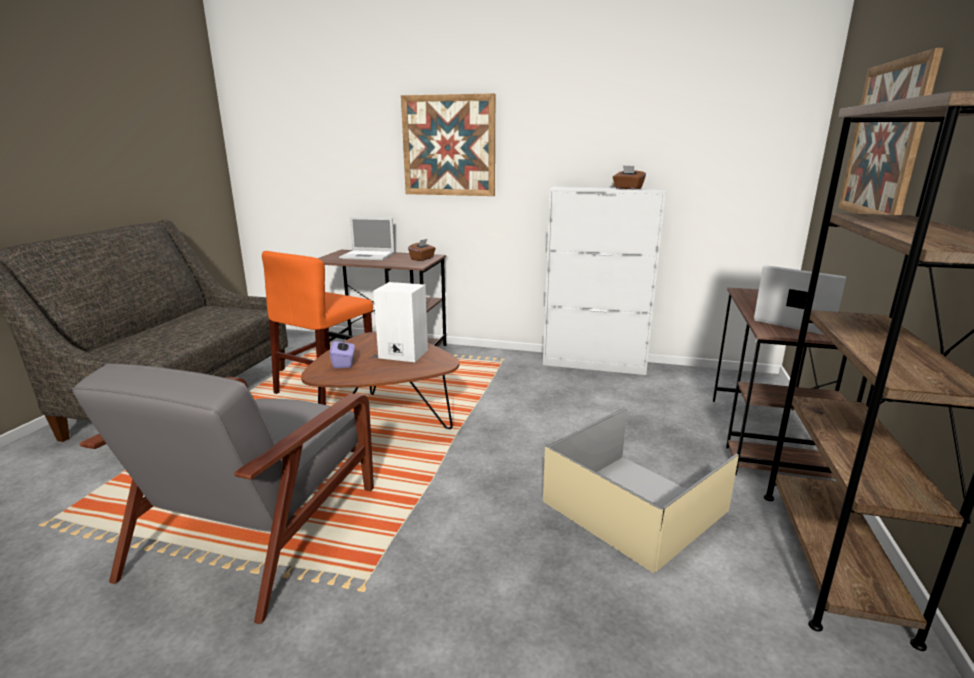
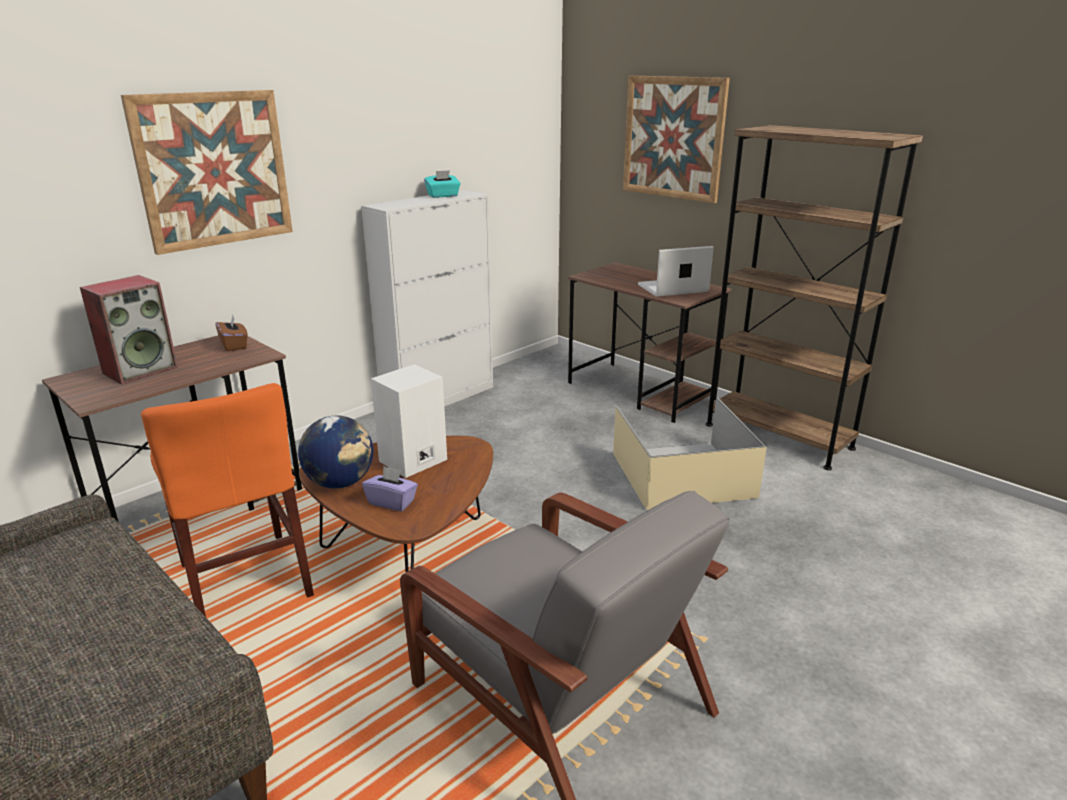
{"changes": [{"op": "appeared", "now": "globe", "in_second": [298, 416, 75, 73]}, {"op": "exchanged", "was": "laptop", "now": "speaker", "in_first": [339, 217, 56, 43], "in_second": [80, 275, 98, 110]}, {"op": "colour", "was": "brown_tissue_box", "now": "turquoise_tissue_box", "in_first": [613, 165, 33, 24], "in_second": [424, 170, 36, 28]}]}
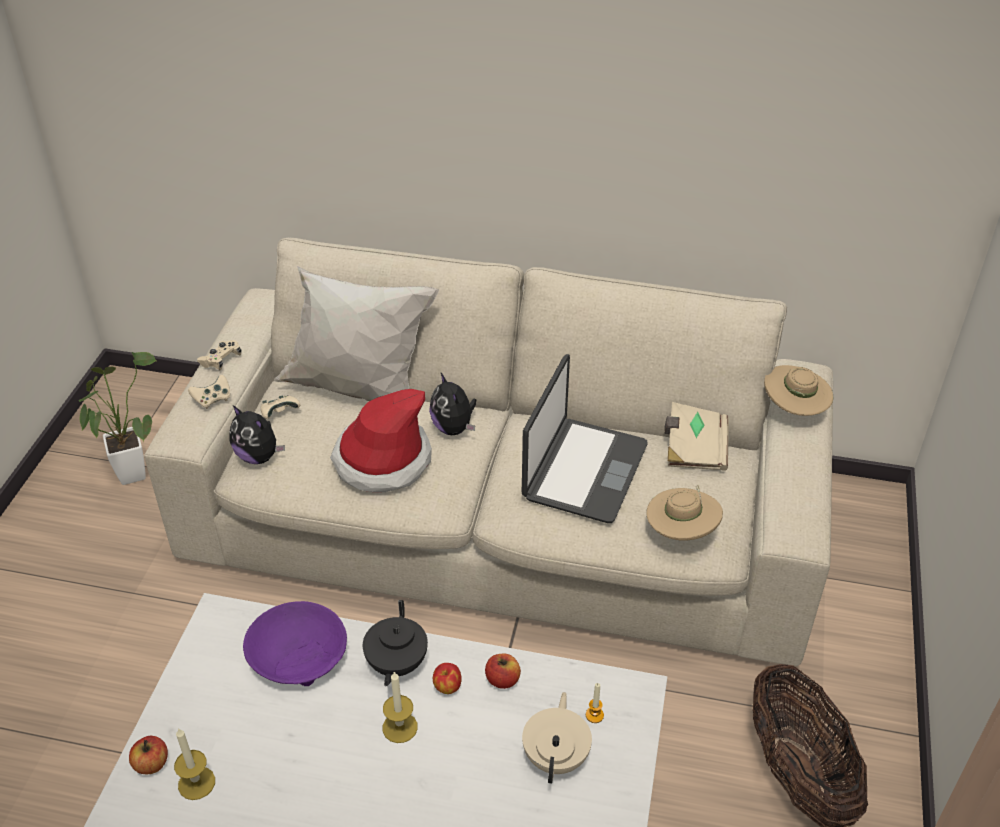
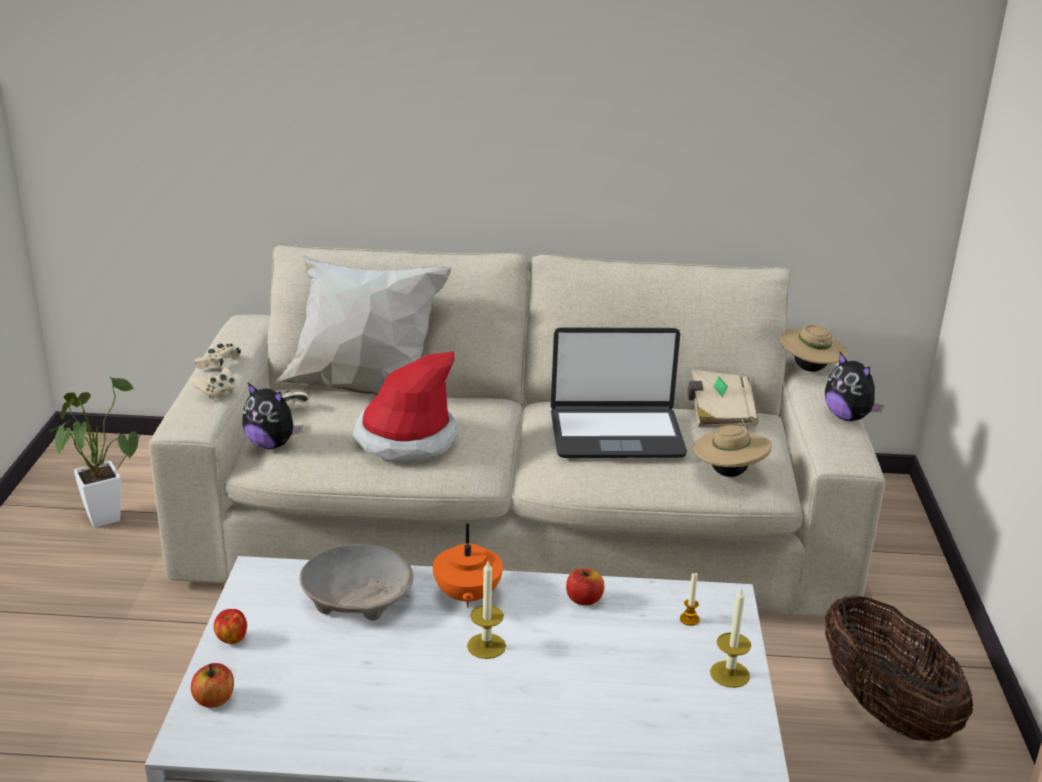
{"changes": [{"op": "missing", "was": "beige_teapot", "in_first": [522, 692, 70, 92]}, {"op": "relocated", "was": "candle", "in_first": [174, 728, 41, 72], "in_second": [710, 587, 41, 101]}, {"op": "relocated", "was": "plush_toy", "in_first": [429, 373, 47, 62], "in_second": [825, 352, 59, 69]}, {"op": "relocated", "was": "apple", "in_first": [433, 663, 29, 31], "in_second": [213, 609, 34, 35]}, {"op": "colour", "was": "purple_bowl", "now": "beige_bowl", "in_first": [243, 601, 104, 85], "in_second": [299, 544, 115, 77]}, {"op": "colour", "was": "black_teapot", "now": "orange_teapot", "in_first": [363, 600, 65, 86], "in_second": [433, 524, 70, 83]}, {"op": "spun", "was": "laptop", "in_first": [521, 354, 127, 169], "in_second": [551, 327, 136, 131], "clockwise": 75}]}
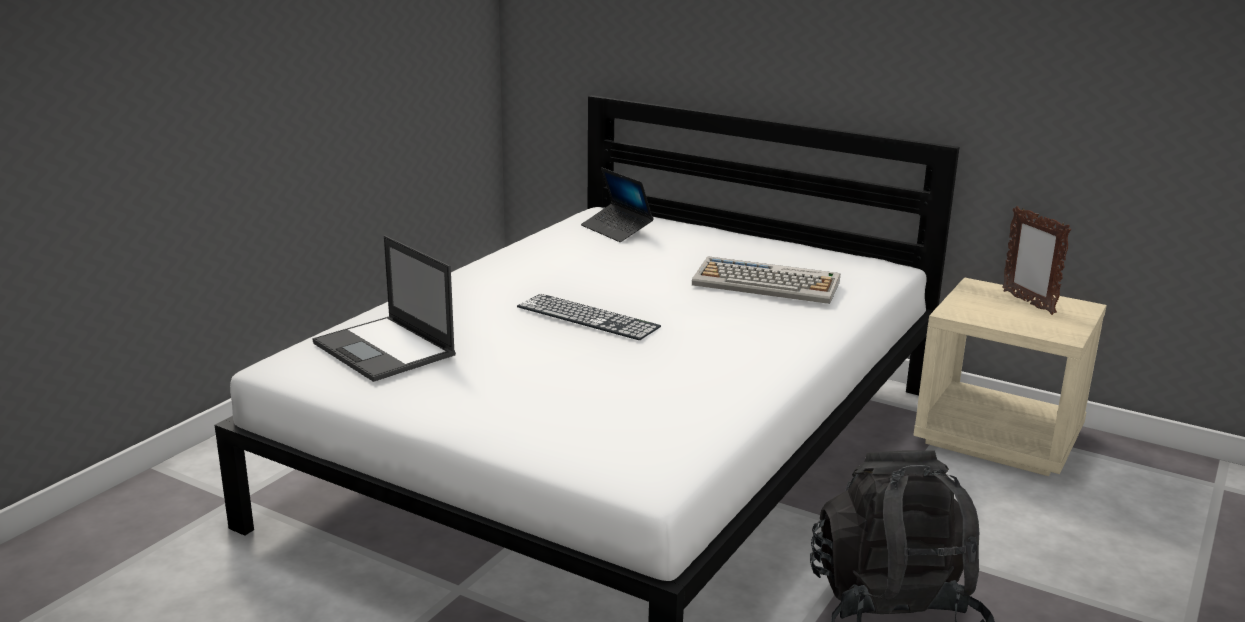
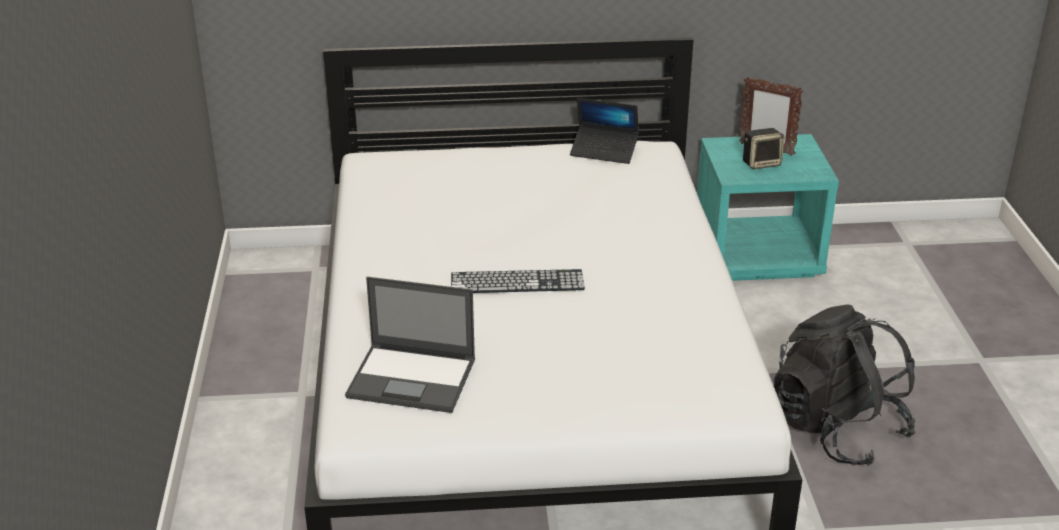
{"changes": [{"op": "missing", "was": "keyboard", "in_first": [692, 256, 148, 48]}, {"op": "appeared", "now": "speaker", "in_second": [743, 128, 41, 41]}, {"op": "relocated", "was": "laptop", "in_first": [581, 168, 73, 74], "in_second": [570, 98, 69, 66]}, {"op": "colour", "was": "beige_nightstand", "now": "turquoise_nightstand", "in_first": [913, 277, 194, 199], "in_second": [697, 134, 142, 147]}]}
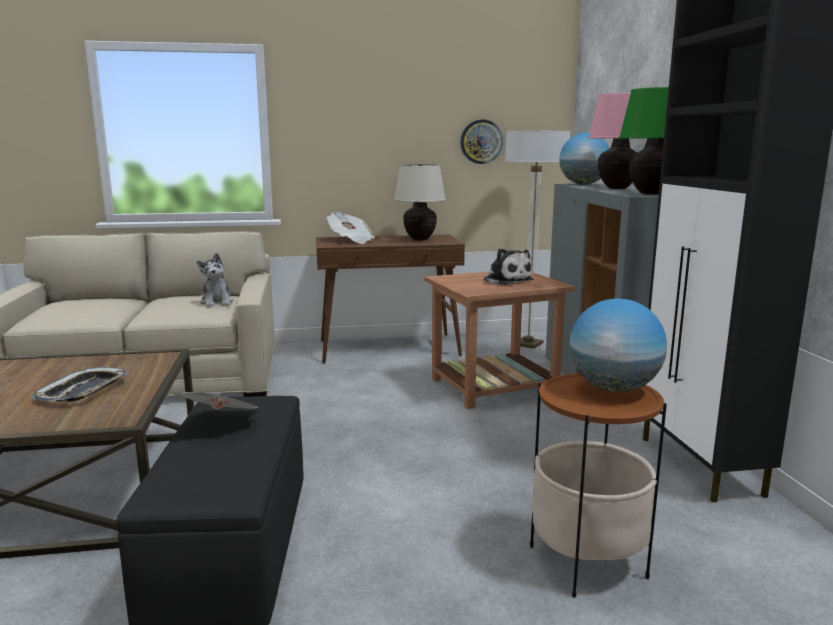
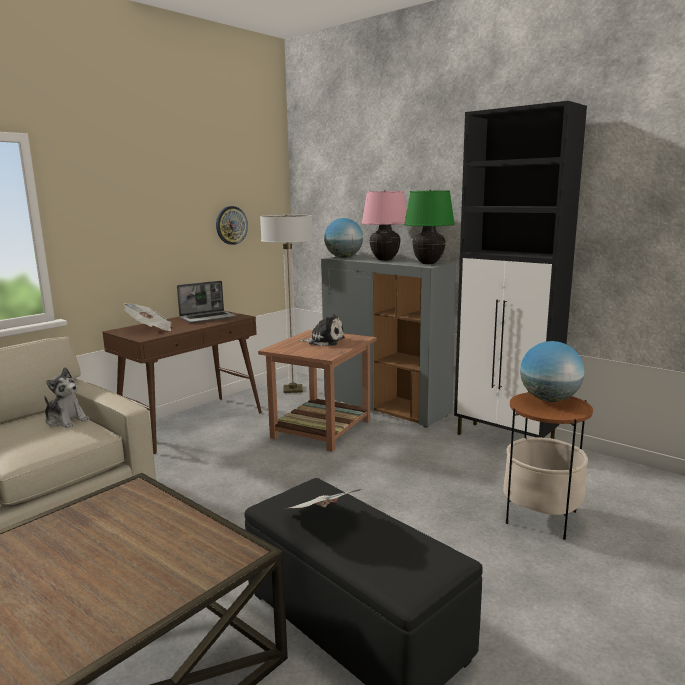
{"changes": [{"op": "missing", "was": "tray", "in_first": [32, 367, 95, 35]}, {"op": "exchanged", "was": "beige_table_lamp", "now": "laptop", "in_first": [394, 164, 52, 77], "in_second": [177, 281, 59, 42]}]}
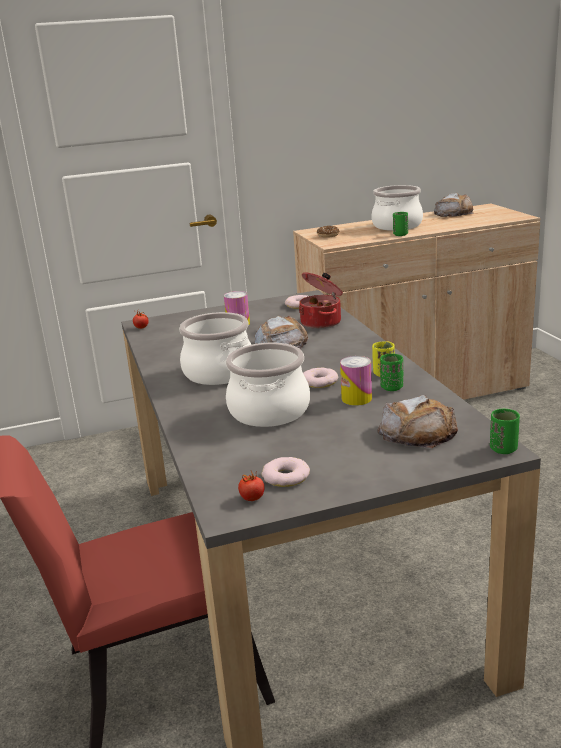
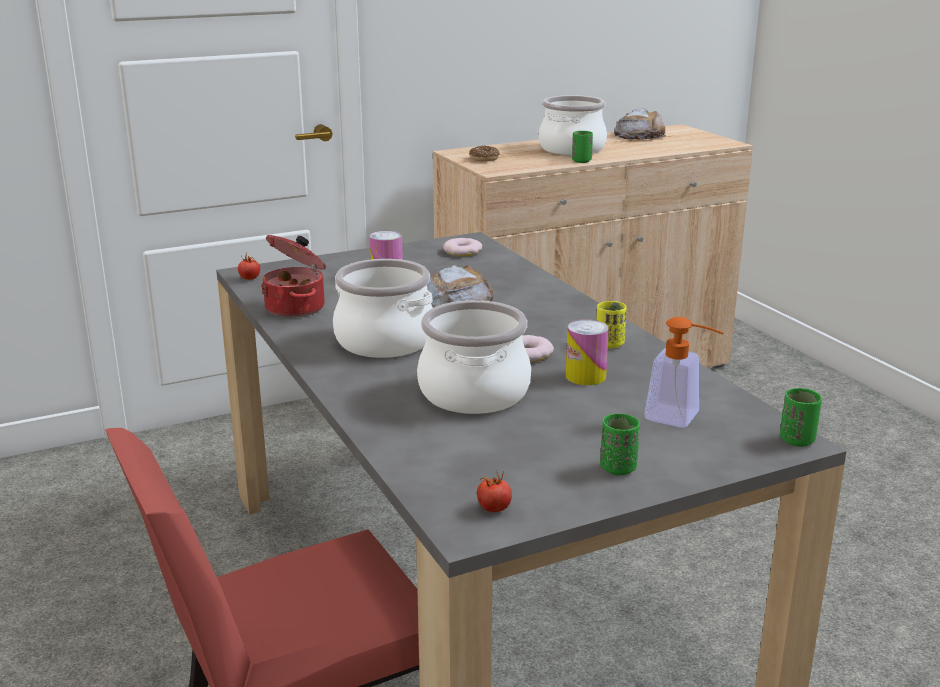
{"changes": [{"op": "missing", "was": "donut", "in_first": [262, 457, 48, 30]}, {"op": "relocated", "was": "cooking_pot", "in_first": [299, 272, 44, 57], "in_second": [261, 235, 65, 83]}, {"op": "relocated", "was": "green_cup", "in_first": [380, 354, 23, 37], "in_second": [600, 413, 40, 62]}, {"op": "exchanged", "was": "bread", "now": "soap_dispenser", "in_first": [378, 395, 80, 53], "in_second": [645, 317, 79, 111]}]}
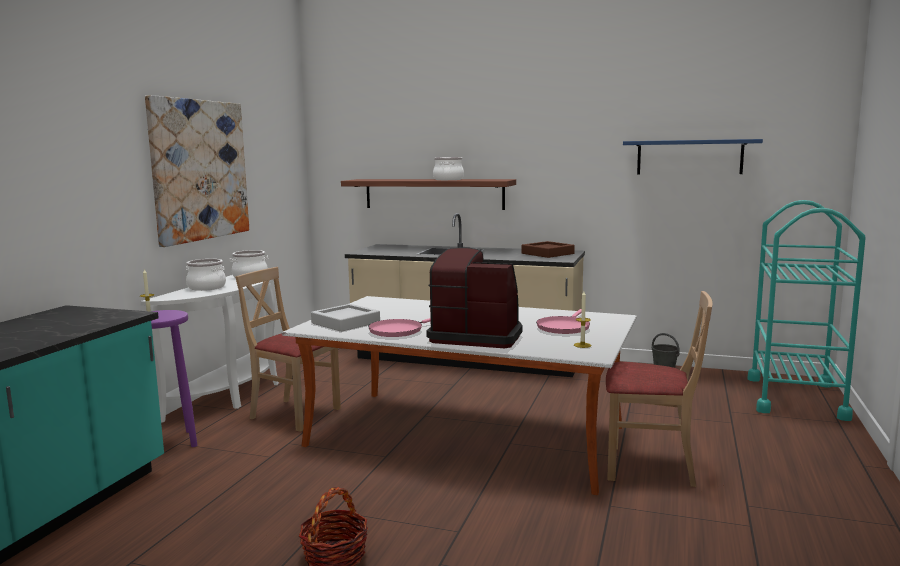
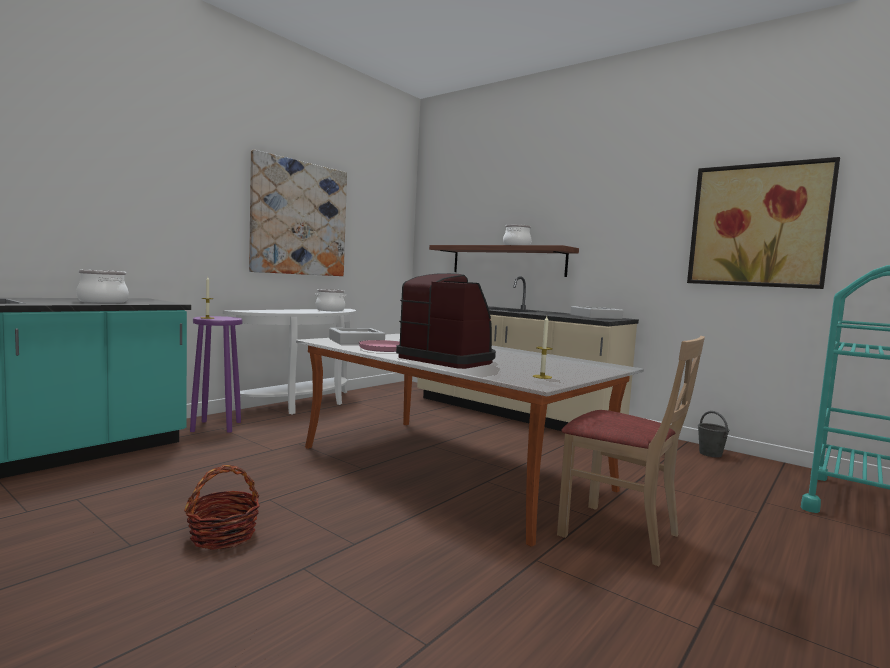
{"changes": [{"op": "missing", "was": "beige_chair", "in_first": [235, 267, 106, 165]}, {"op": "missing", "was": "pink_frying_pan", "in_first": [536, 309, 54, 25]}, {"op": "relocated", "was": "cooking_pot", "in_first": [186, 259, 40, 32], "in_second": [76, 270, 53, 33]}, {"op": "exchanged", "was": "blue_shelf", "now": "picture", "in_first": [623, 139, 140, 35], "in_second": [687, 157, 153, 132]}, {"op": "colour", "was": "brown_tray", "now": "grey_tray", "in_first": [522, 241, 53, 17], "in_second": [570, 306, 53, 13]}]}
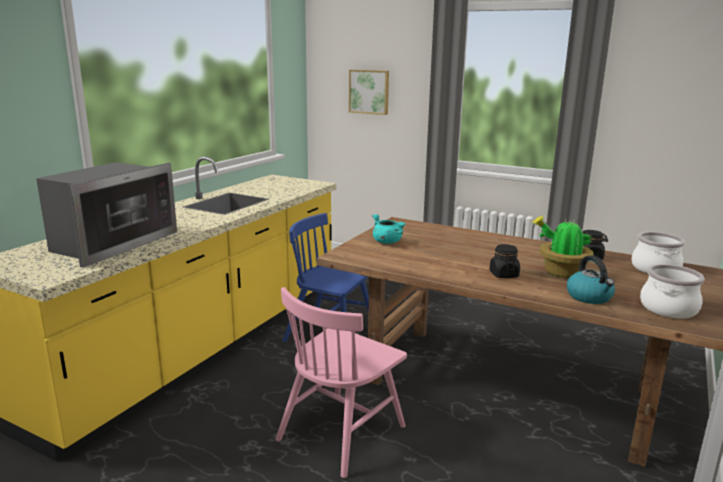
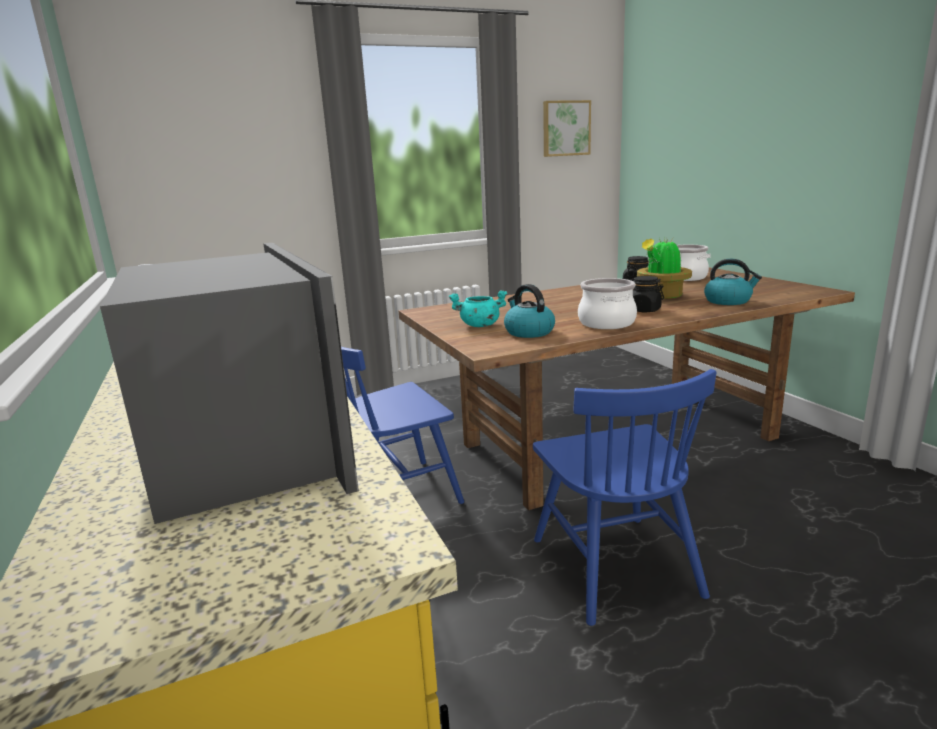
{"changes": [{"op": "appeared", "now": "kettle", "in_second": [504, 284, 51, 54]}, {"op": "relocated", "was": "picture", "in_first": [349, 70, 40, 45], "in_second": [543, 100, 48, 57]}, {"op": "relocated", "was": "cooking_pot", "in_first": [640, 264, 65, 55], "in_second": [578, 278, 59, 51]}, {"op": "colour", "was": "pink_chair", "now": "blue_chair", "in_first": [276, 287, 131, 191], "in_second": [533, 369, 183, 257]}]}
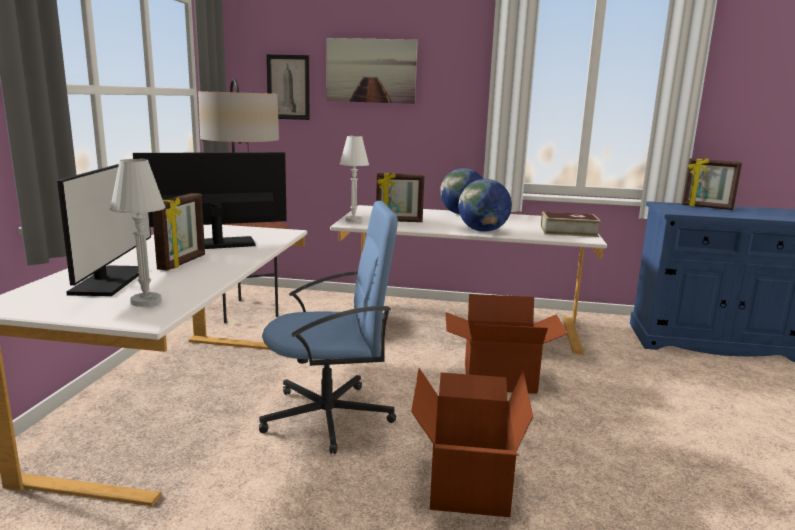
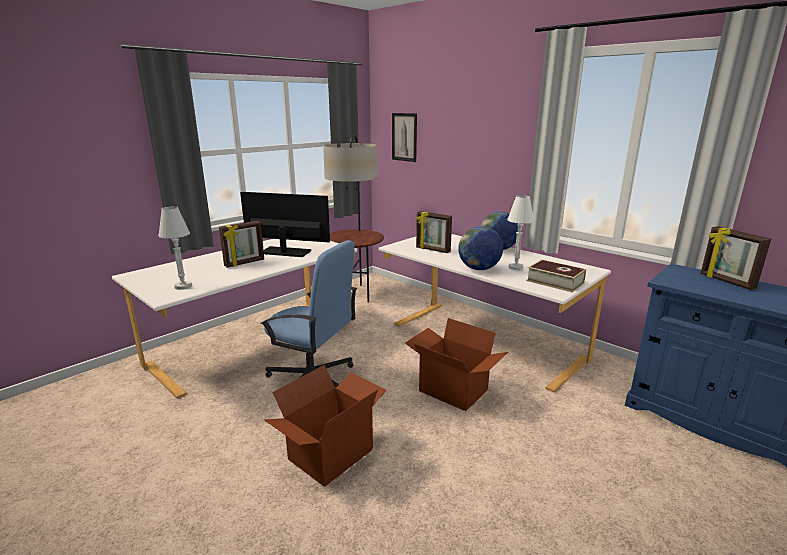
{"changes": [{"op": "missing", "was": "monitor", "in_first": [57, 158, 94, 138]}, {"op": "missing", "was": "picture", "in_first": [327, 38, 91, 66]}, {"op": "relocated", "was": "white_table_lamp", "in_first": [340, 136, 29, 86], "in_second": [507, 195, 27, 75]}]}
